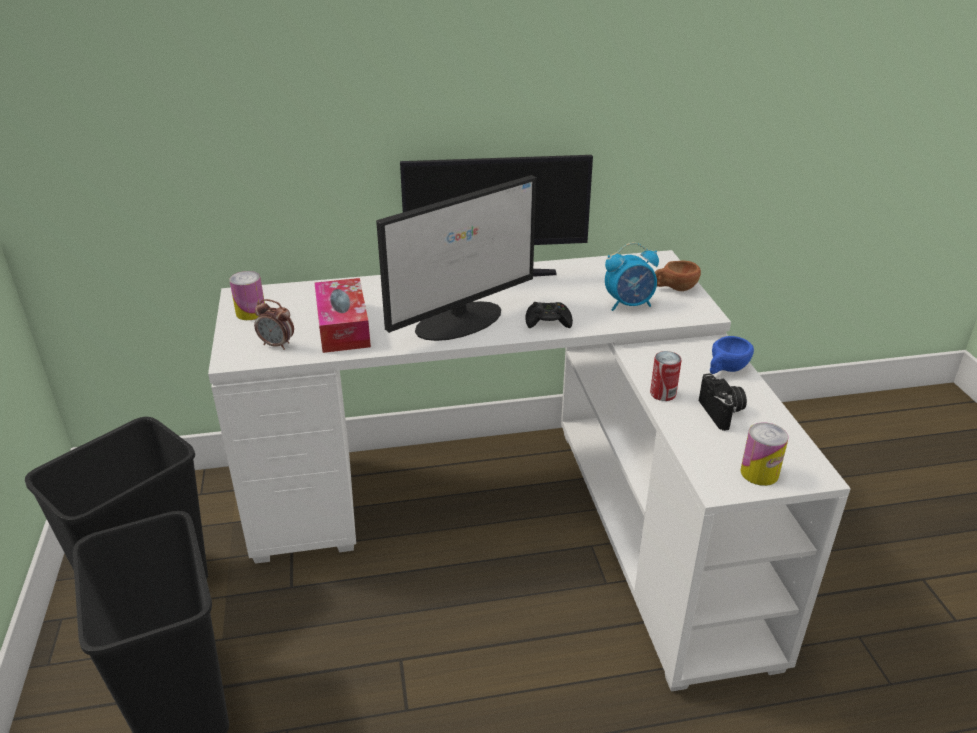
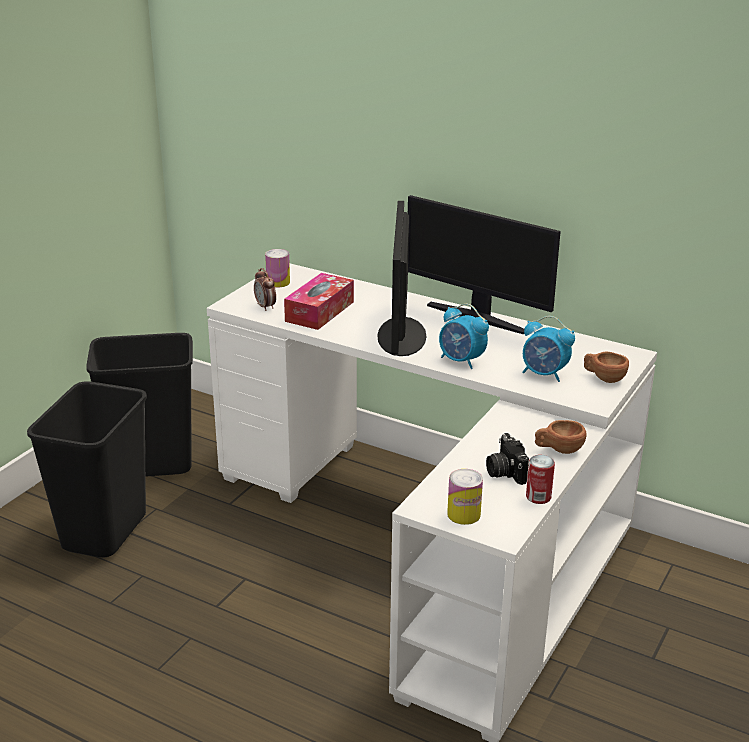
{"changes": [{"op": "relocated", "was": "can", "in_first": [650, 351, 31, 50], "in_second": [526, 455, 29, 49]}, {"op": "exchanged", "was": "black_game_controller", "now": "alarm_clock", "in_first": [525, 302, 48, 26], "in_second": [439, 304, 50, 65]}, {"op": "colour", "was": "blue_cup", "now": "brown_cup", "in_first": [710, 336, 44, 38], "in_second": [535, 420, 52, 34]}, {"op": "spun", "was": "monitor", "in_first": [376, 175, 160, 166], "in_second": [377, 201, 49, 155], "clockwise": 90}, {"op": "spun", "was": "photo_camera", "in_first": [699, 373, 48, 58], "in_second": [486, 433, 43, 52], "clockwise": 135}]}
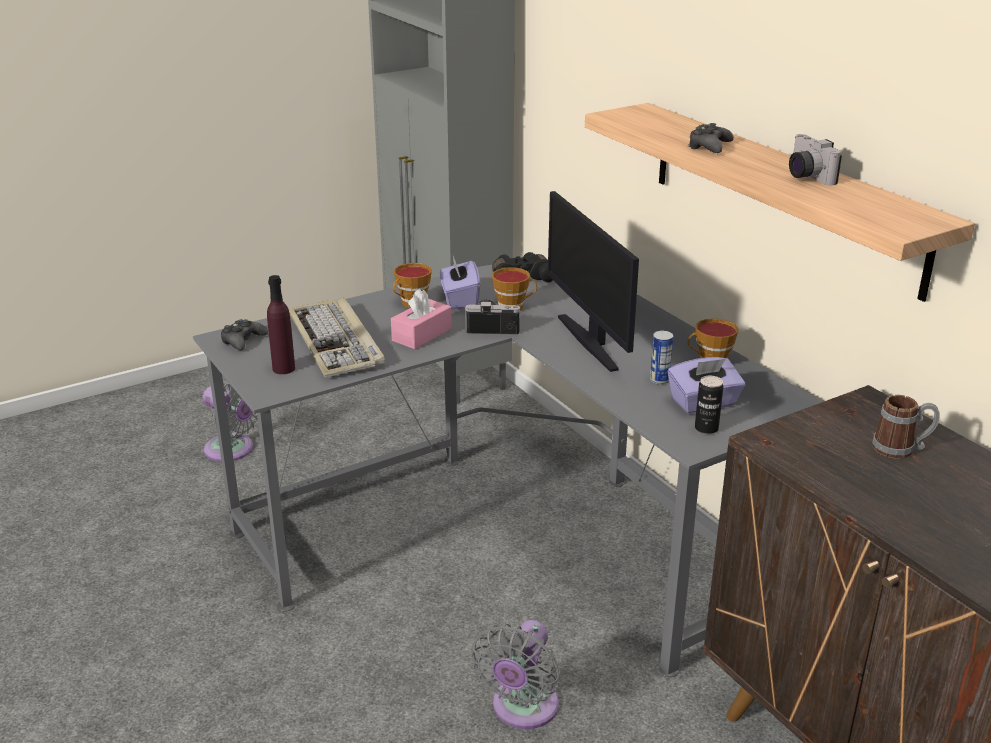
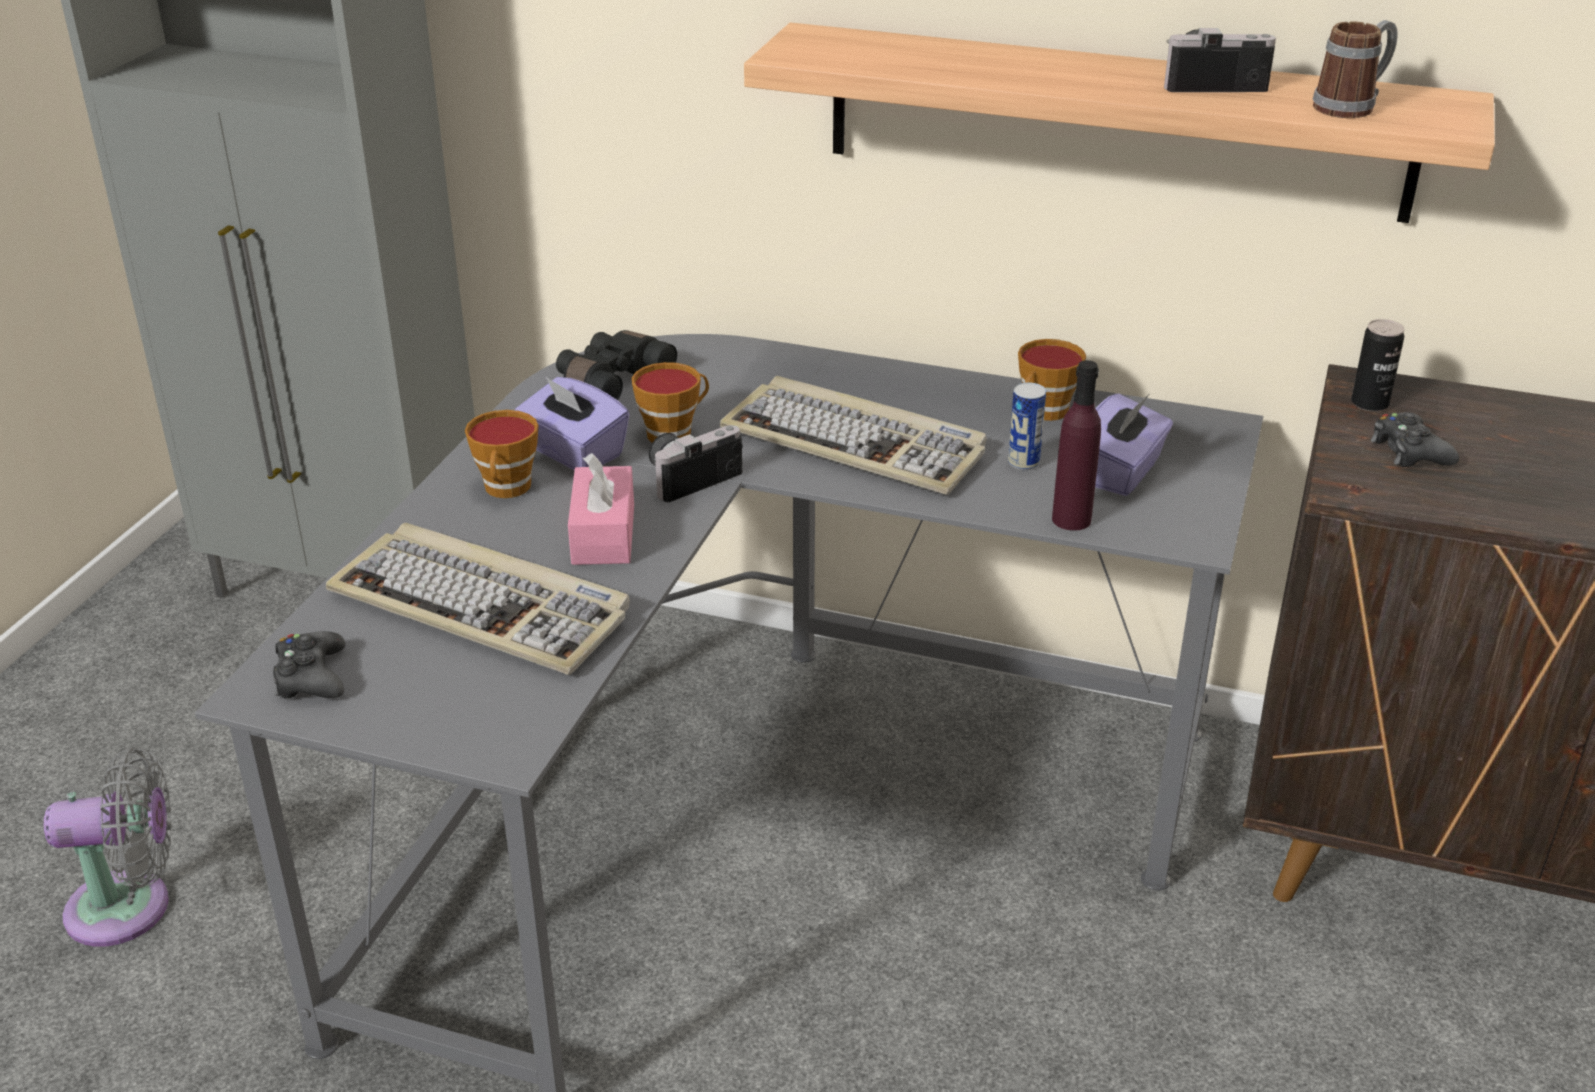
{"changes": [{"op": "missing", "was": "grey_fan", "in_first": [471, 620, 89, 109]}, {"op": "relocated", "was": "purple_bottle", "in_first": [267, 275, 28, 99], "in_second": [1052, 360, 49, 171]}, {"op": "relocated", "was": "black_game_controller", "in_first": [688, 123, 46, 30], "in_second": [1371, 412, 88, 55]}, {"op": "relocated", "was": "can", "in_first": [695, 376, 28, 58], "in_second": [1351, 319, 53, 93]}, {"op": "relocated", "was": "mug", "in_first": [872, 395, 68, 64], "in_second": [1313, 20, 85, 98]}, {"op": "exchanged", "was": "monitor", "now": "keyboard", "in_first": [548, 191, 91, 181], "in_second": [720, 376, 267, 119]}, {"op": "spun", "was": "photo_camera", "in_first": [789, 134, 53, 51], "in_second": [1164, 28, 112, 64], "clockwise": 150}]}
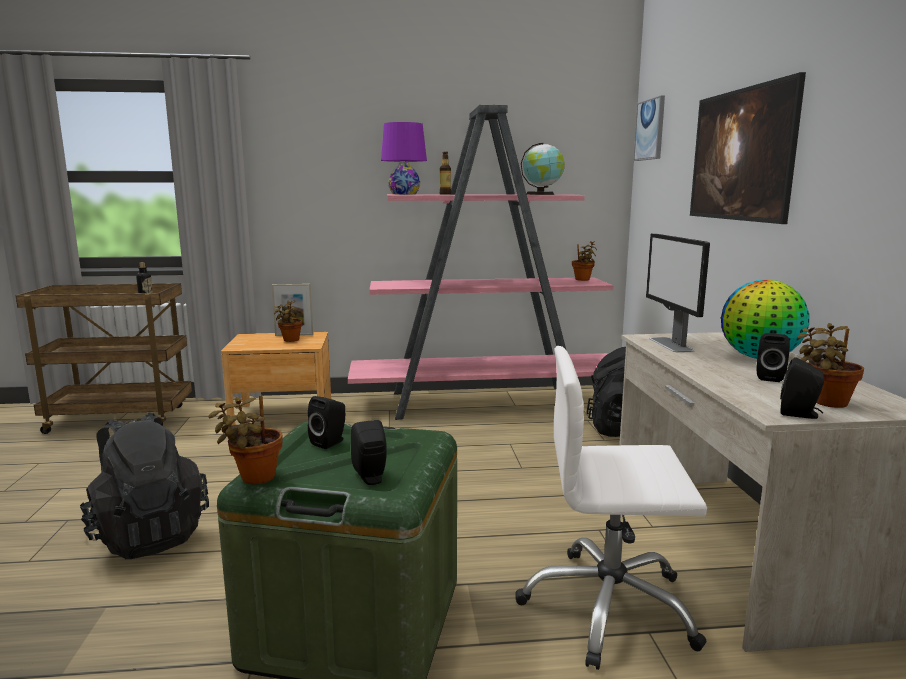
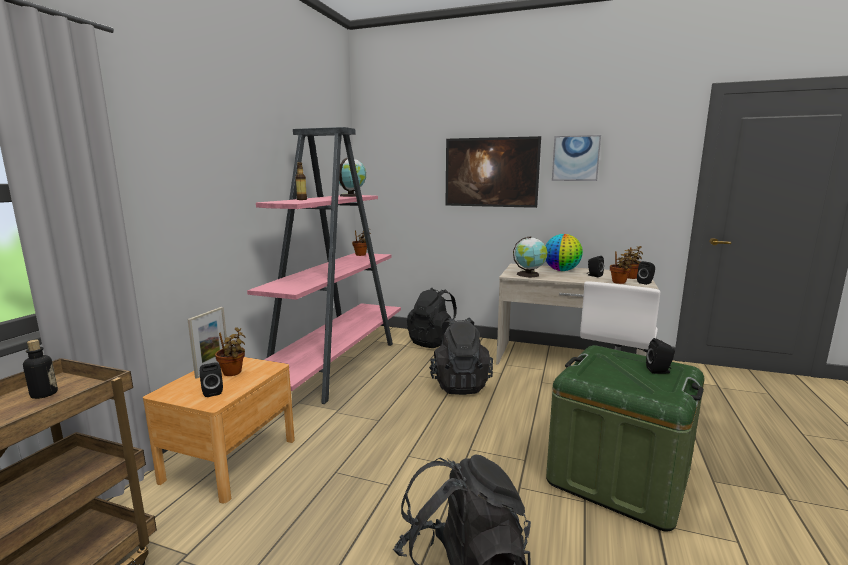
{"changes": [{"op": "missing", "was": "purple_table_lamp", "in_first": [381, 122, 46, 72]}, {"op": "appeared", "now": "black_backpack", "in_second": [429, 317, 64, 78]}, {"op": "relocated", "was": "potted_plant", "in_first": [209, 395, 74, 89], "in_second": [610, 249, 24, 35]}, {"op": "relocated", "was": "black_speaker", "in_first": [308, 396, 37, 53], "in_second": [200, 362, 23, 35]}, {"op": "relocated", "was": "picture", "in_first": [634, 95, 31, 66], "in_second": [552, 135, 49, 46]}, {"op": "exchanged", "was": "monitor", "now": "globe", "in_first": [646, 234, 64, 119], "in_second": [513, 237, 34, 41]}]}
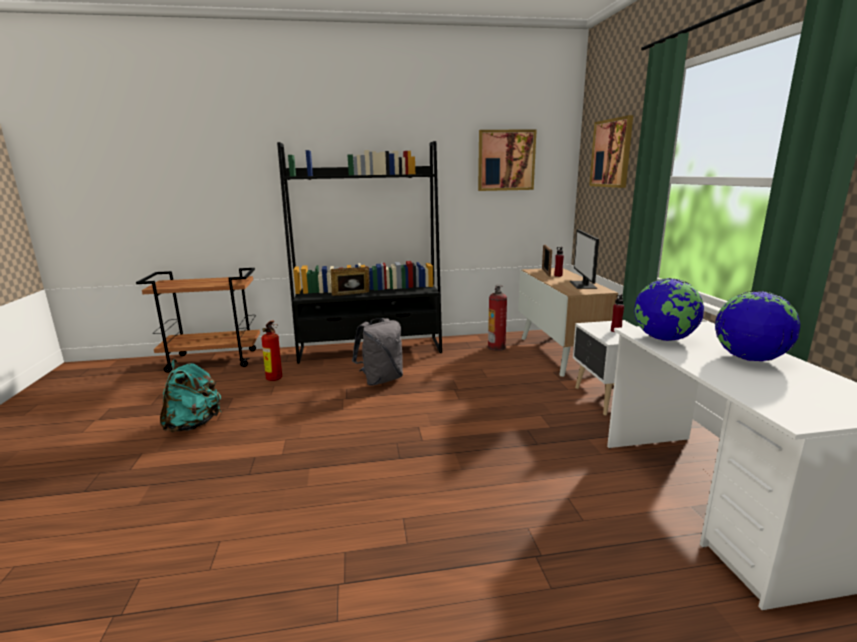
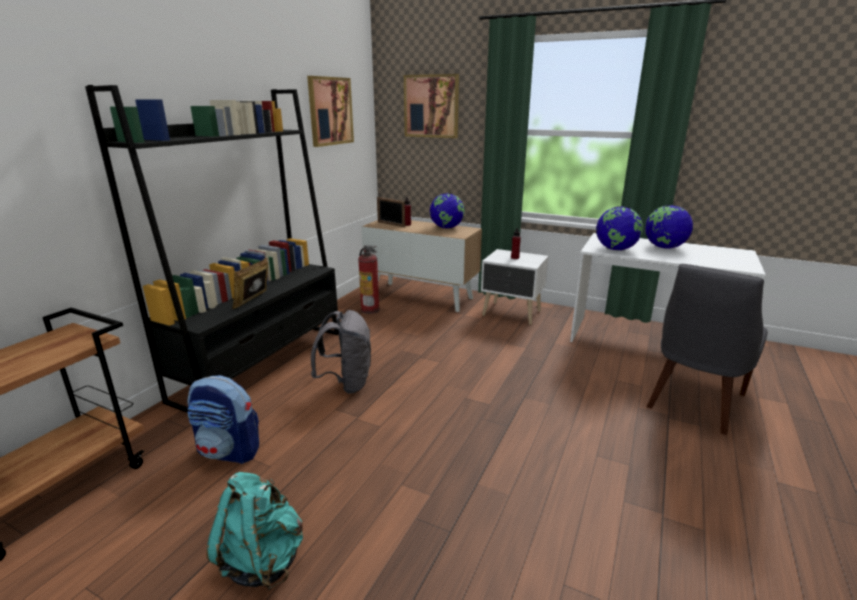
{"changes": [{"op": "appeared", "now": "grey_chair", "in_second": [647, 264, 121, 171]}, {"op": "exchanged", "was": "fire_extinguisher", "now": "backpack", "in_first": [261, 320, 21, 61], "in_second": [187, 375, 72, 89]}, {"op": "exchanged", "was": "monitor", "now": "globe", "in_first": [570, 229, 29, 60], "in_second": [430, 193, 35, 36]}]}
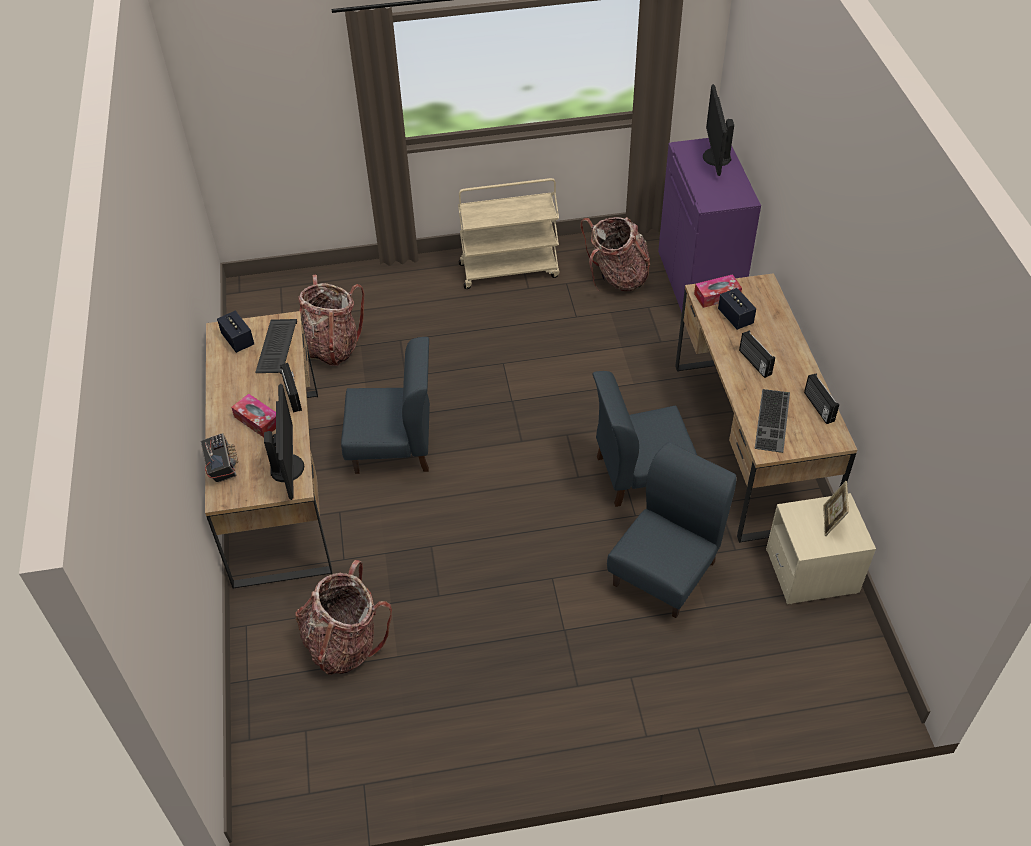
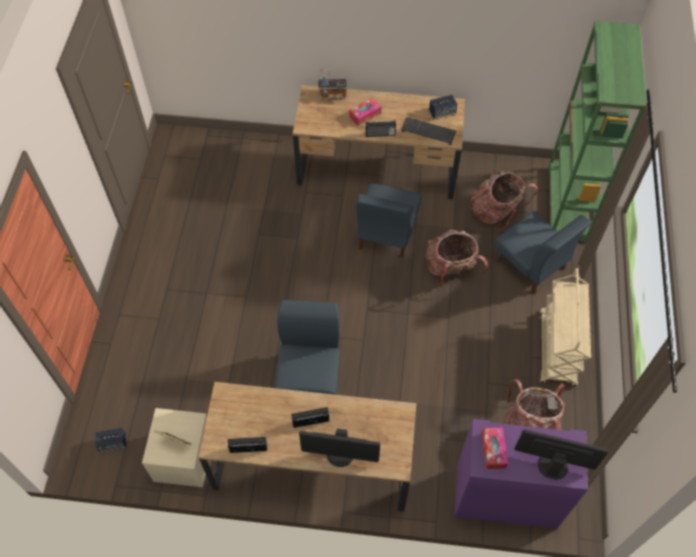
{"changes": [{"op": "missing", "was": "keyboard", "in_first": [755, 389, 35, 64]}, {"op": "appeared", "now": "green_bookcase", "in_second": [548, 21, 99, 222]}, {"op": "relocated", "was": "monitor", "in_first": [264, 384, 40, 116], "in_second": [299, 428, 81, 39]}, {"op": "relocated", "was": "backpack", "in_first": [296, 560, 96, 115], "in_second": [426, 229, 62, 56]}, {"op": "relocated", "was": "blue_chair", "in_first": [607, 442, 129, 176], "in_second": [494, 211, 98, 83]}, {"op": "relocated", "was": "tissue_box", "in_first": [694, 274, 48, 34], "in_second": [481, 427, 27, 42]}, {"op": "relocated", "was": "speaker", "in_first": [718, 288, 38, 42], "in_second": [95, 428, 31, 24]}]}
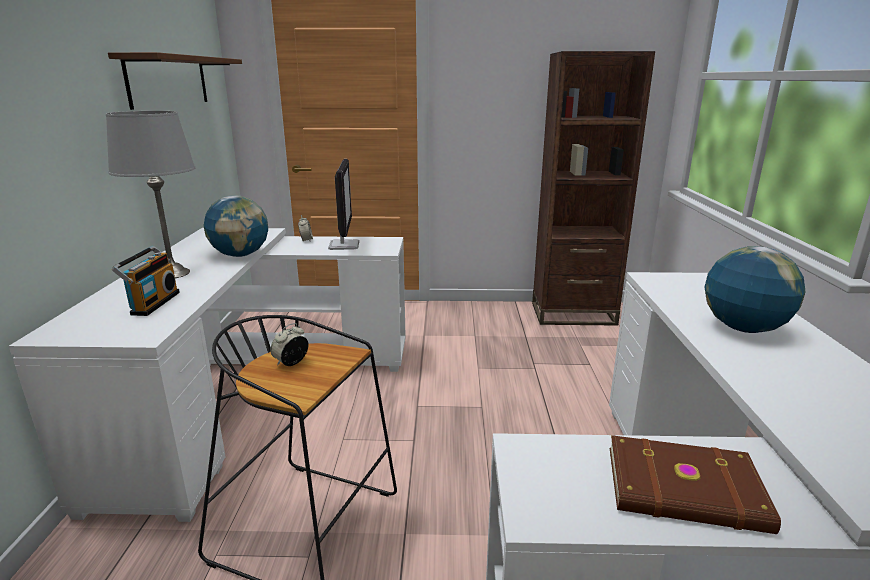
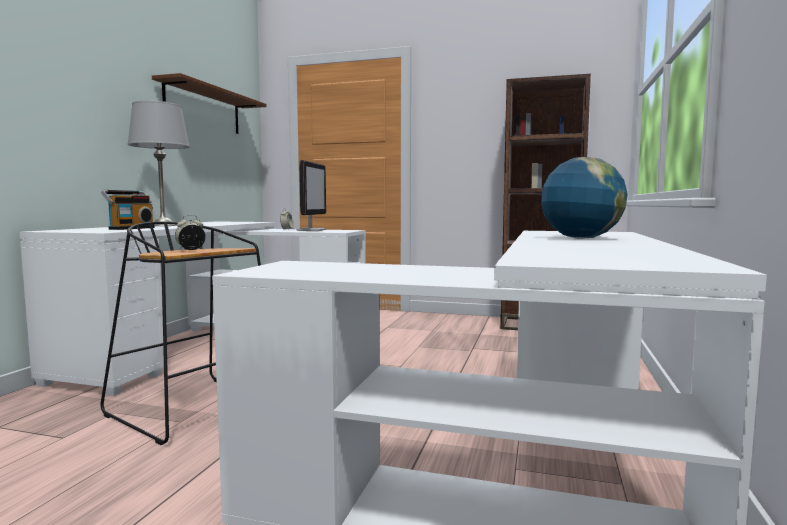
{"changes": [{"op": "missing", "was": "globe", "in_first": [203, 195, 65, 62]}, {"op": "missing", "was": "brown_book", "in_first": [610, 435, 171, 99]}]}
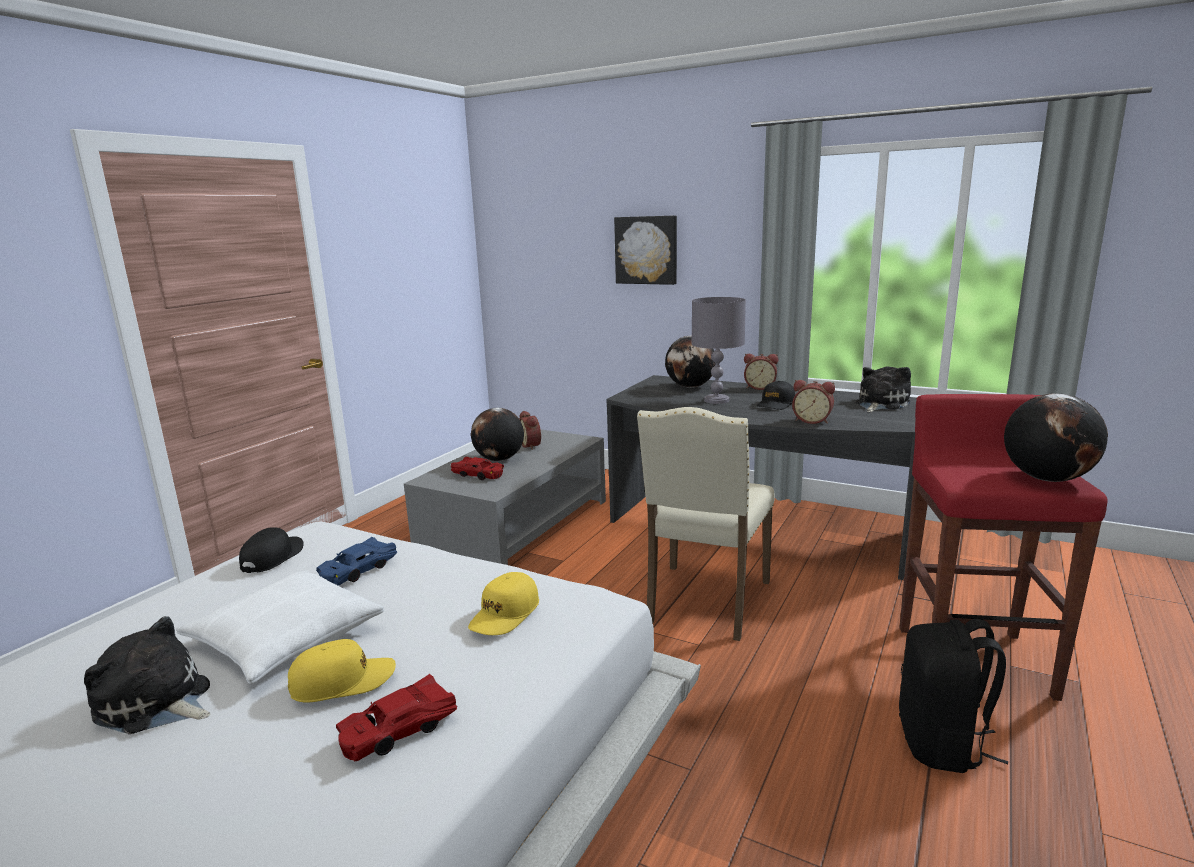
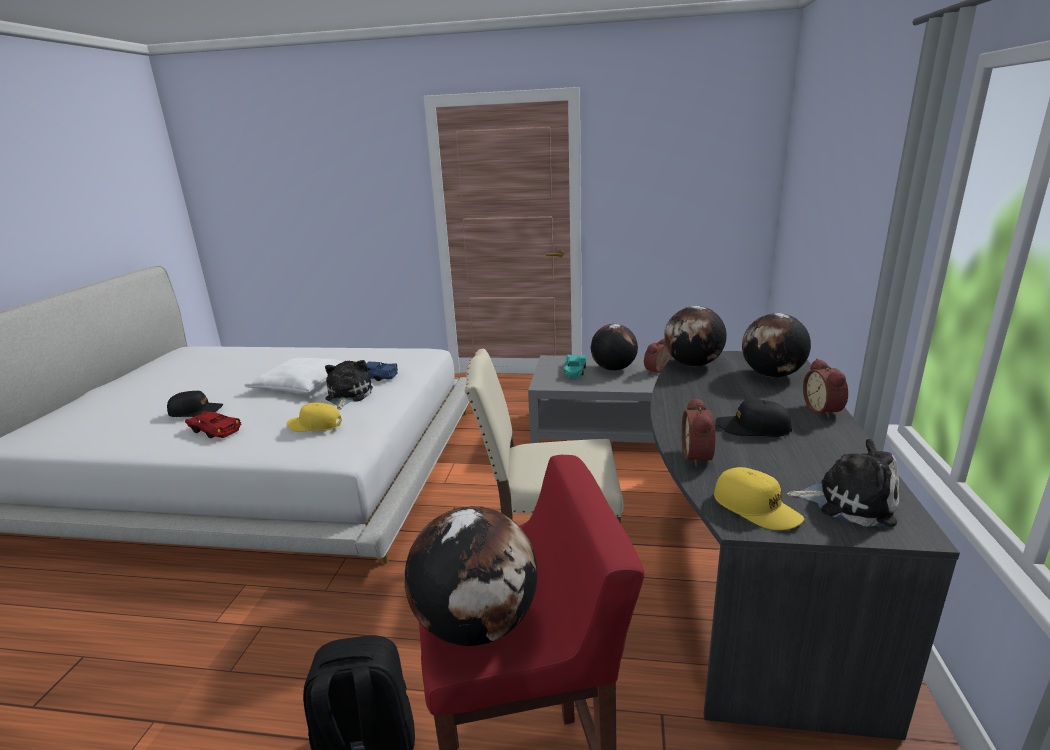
{"changes": [{"op": "missing", "was": "picture", "in_first": [614, 216, 63, 69]}, {"op": "missing", "was": "grey_table_lamp", "in_first": [692, 297, 54, 107]}, {"op": "appeared", "now": "globe", "in_second": [664, 306, 63, 61]}, {"op": "relocated", "was": "plush_toy", "in_first": [84, 616, 126, 118], "in_second": [325, 360, 48, 49]}, {"op": "relocated", "was": "black_cap", "in_first": [239, 527, 65, 46], "in_second": [167, 391, 56, 26]}, {"op": "relocated", "was": "yellow_cap", "in_first": [288, 639, 108, 64], "in_second": [714, 467, 90, 63]}, {"op": "colour", "was": "red_toy_car", "now": "turquoise_toy_car", "in_first": [451, 457, 53, 23], "in_second": [564, 354, 23, 24]}]}
